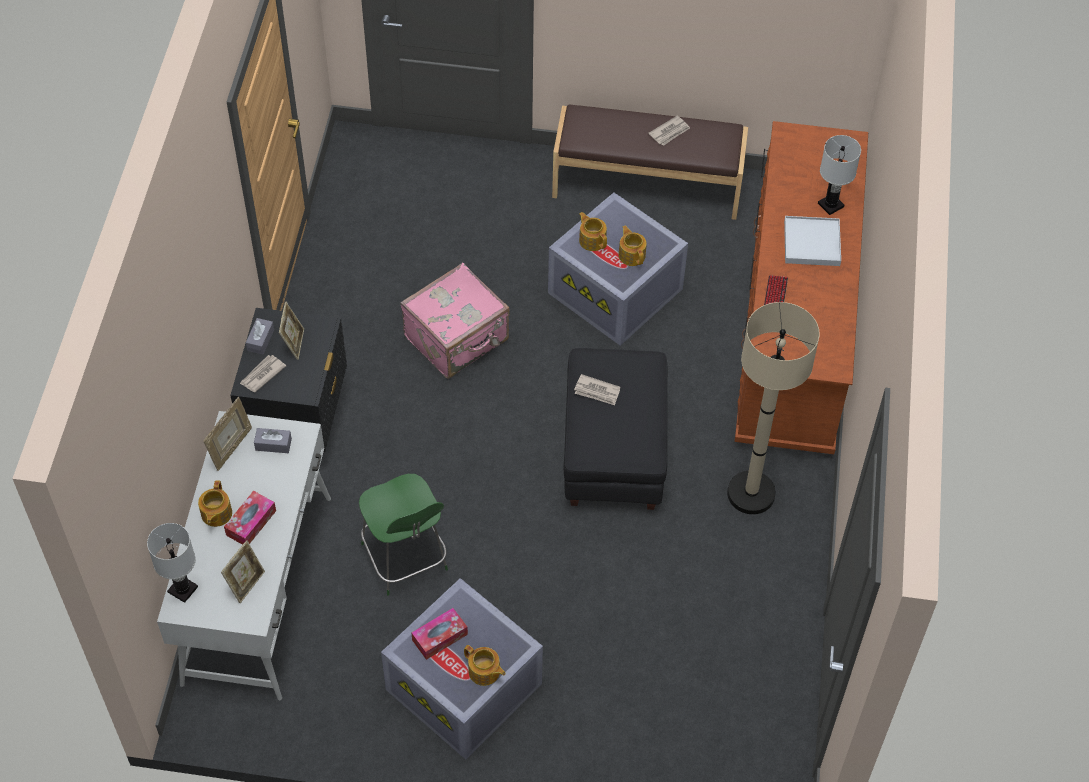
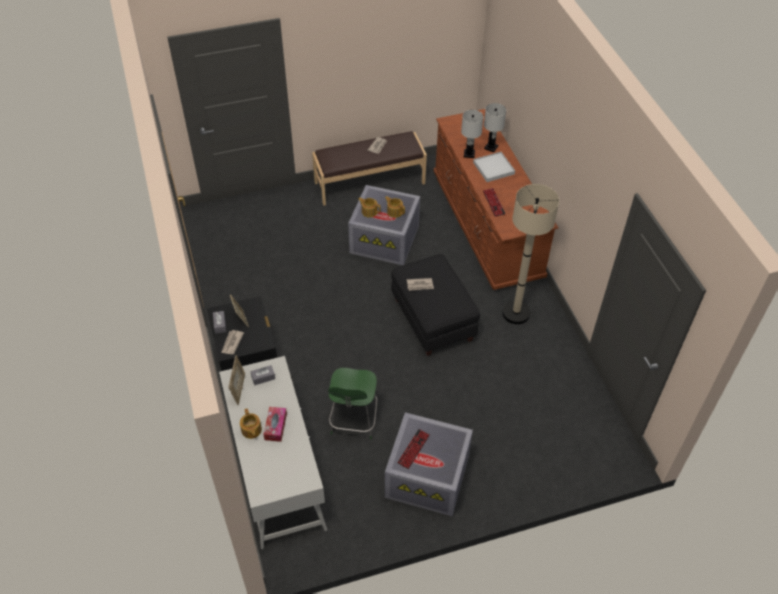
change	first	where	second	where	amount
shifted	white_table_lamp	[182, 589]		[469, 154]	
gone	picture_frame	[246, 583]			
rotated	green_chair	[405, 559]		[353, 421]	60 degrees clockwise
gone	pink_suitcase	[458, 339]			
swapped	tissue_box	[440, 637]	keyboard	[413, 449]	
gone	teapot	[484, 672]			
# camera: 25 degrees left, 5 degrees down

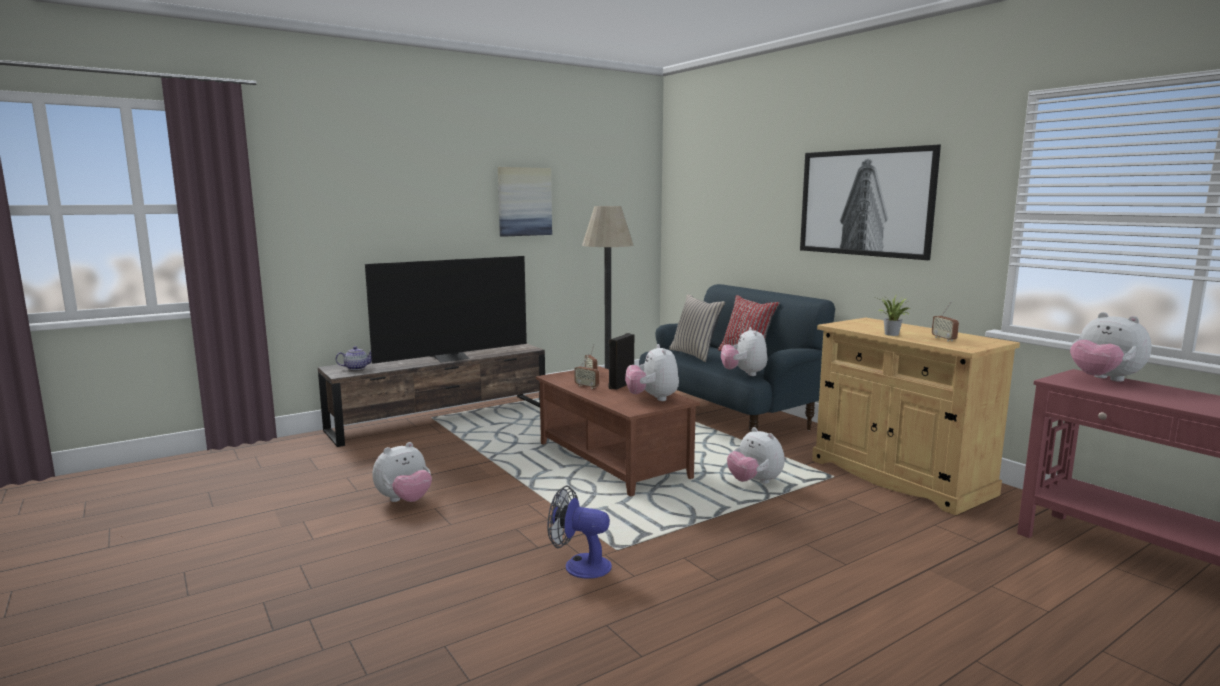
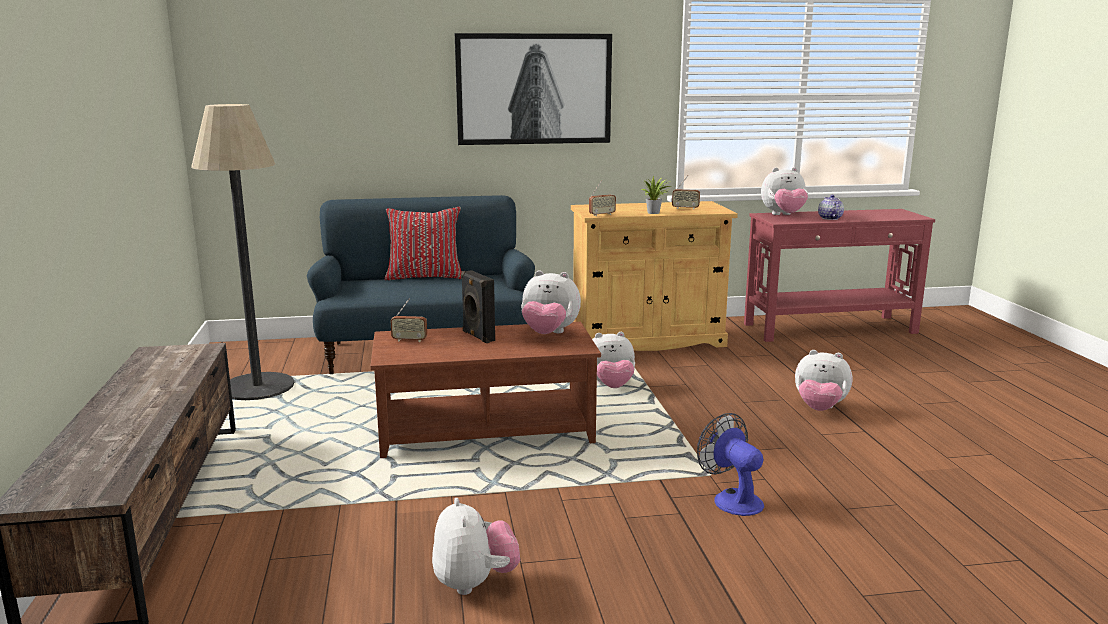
change	first	where	second	where	amount
shifted	teapot	[356, 368]		[829, 218]	
gone	television	[451, 358]			
gone	picture	[524, 201]			
rotated	fan	[579, 565]		[732, 499]	105 degrees clockwise
shifted	radio	[587, 386]		[602, 215]	
gone	beige_pillow	[695, 354]			
shifted	plush_toy	[744, 374]		[819, 409]	
# camera: 65 degrees left, 5 degrees up

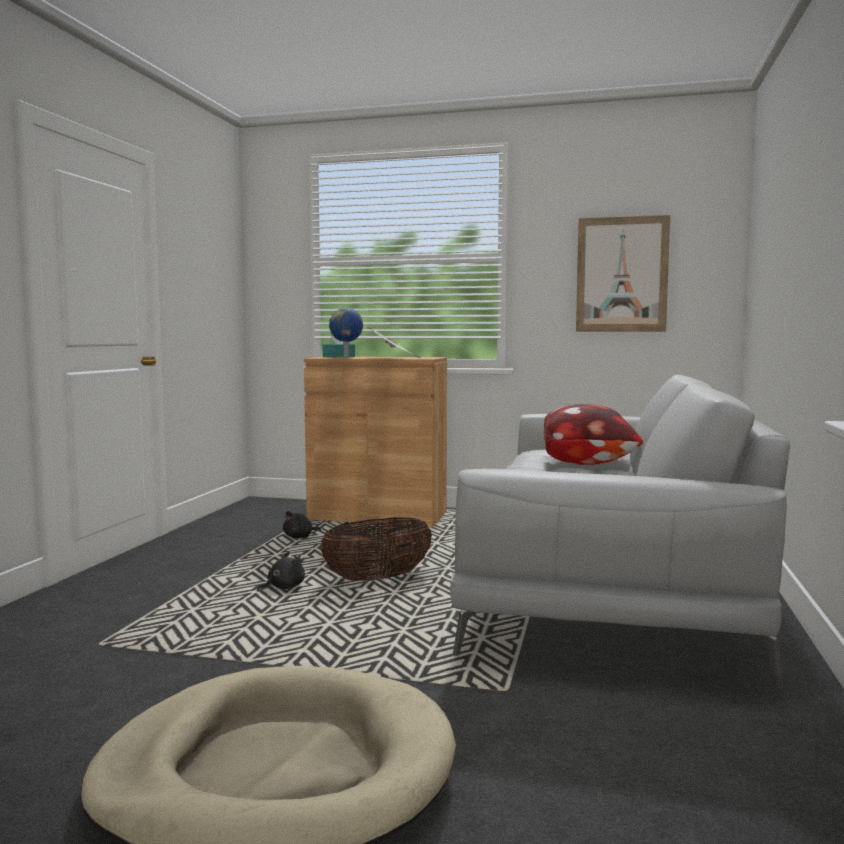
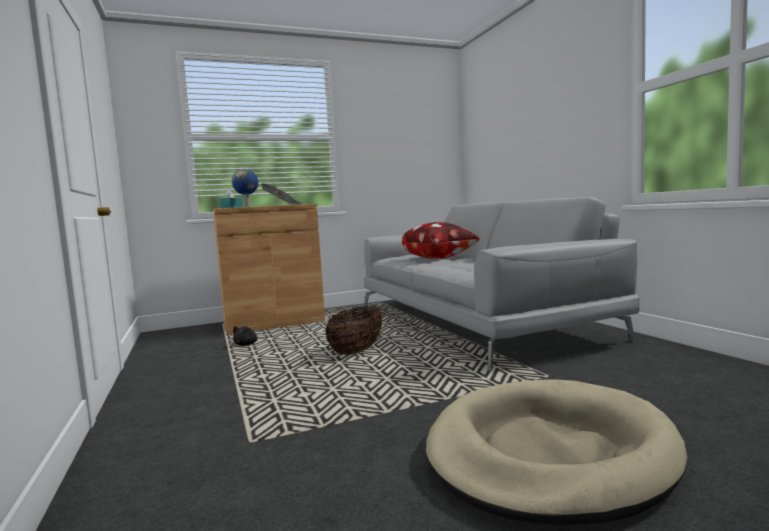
change	first	where	second	where	amount
gone	black_plush_toy	[283, 587]			
gone	picture	[622, 274]			
# camera: 35 degrees left, 0 degrees up

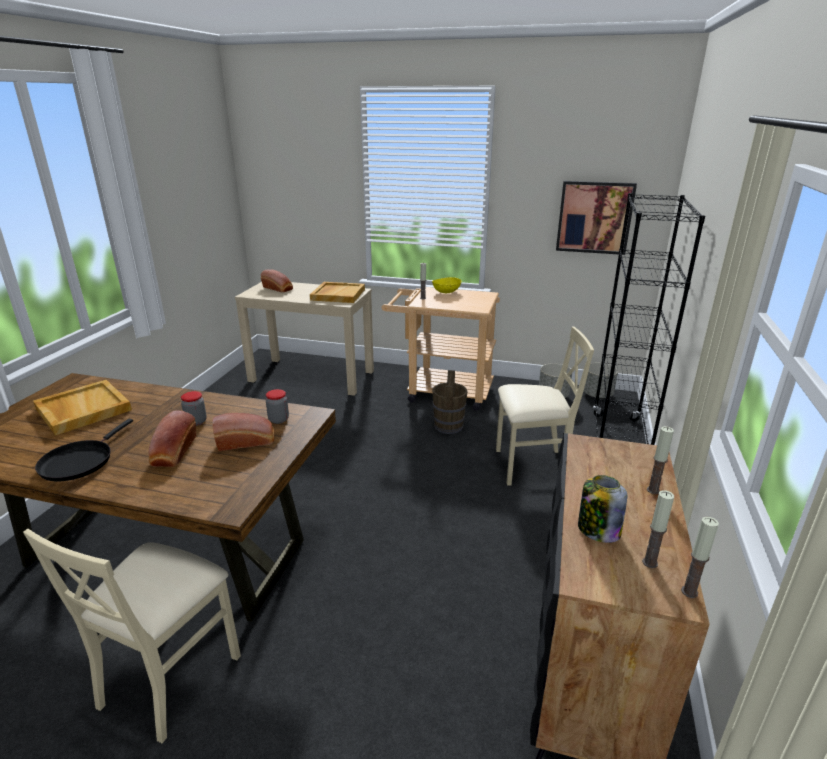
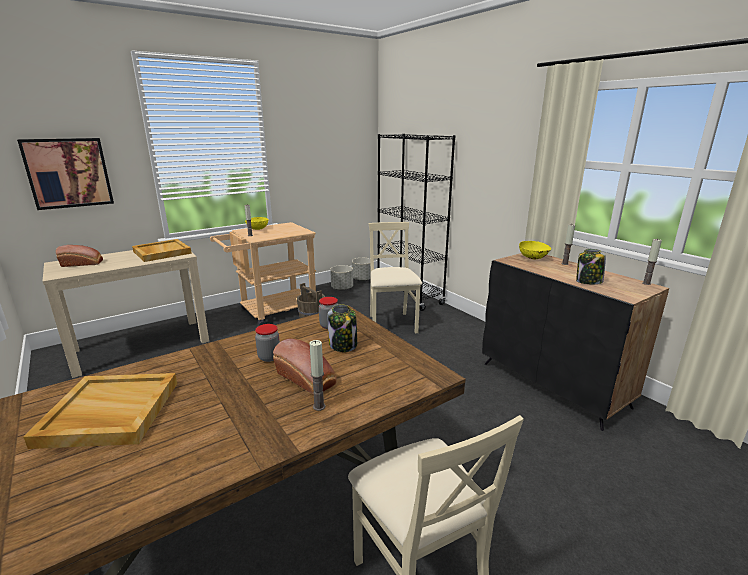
change	first	where	second	where	amount
gone	black_frying_pan	[79, 461]			
swapped	bread	[247, 441]	jar	[343, 345]	
rotated	beige_chair	[531, 466]		[392, 324]	45 degrees counterclockwise
shifted	picture	[594, 217]		[68, 173]	
shifted	candle	[650, 562]		[319, 406]	
new			yellow_bowl	[533, 258]	
# camera: 50 degrees left, 5 degrees down

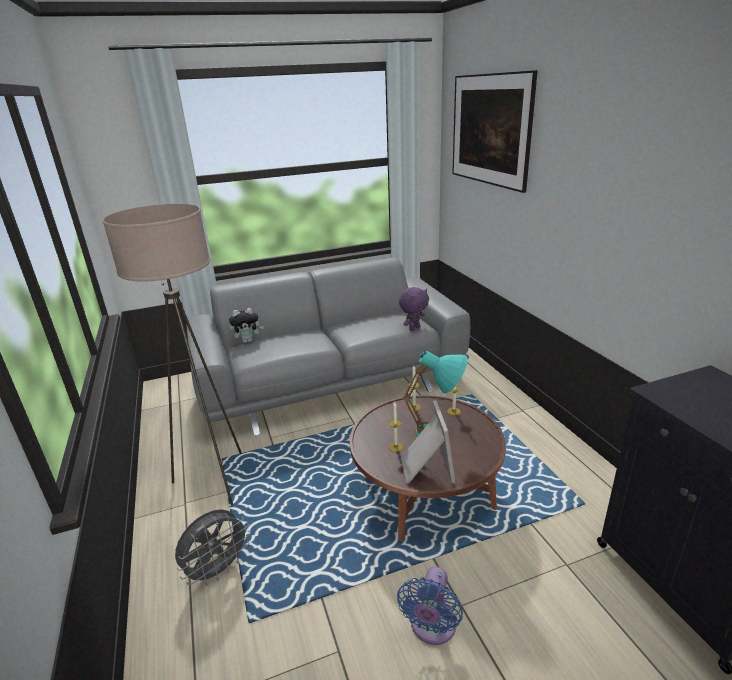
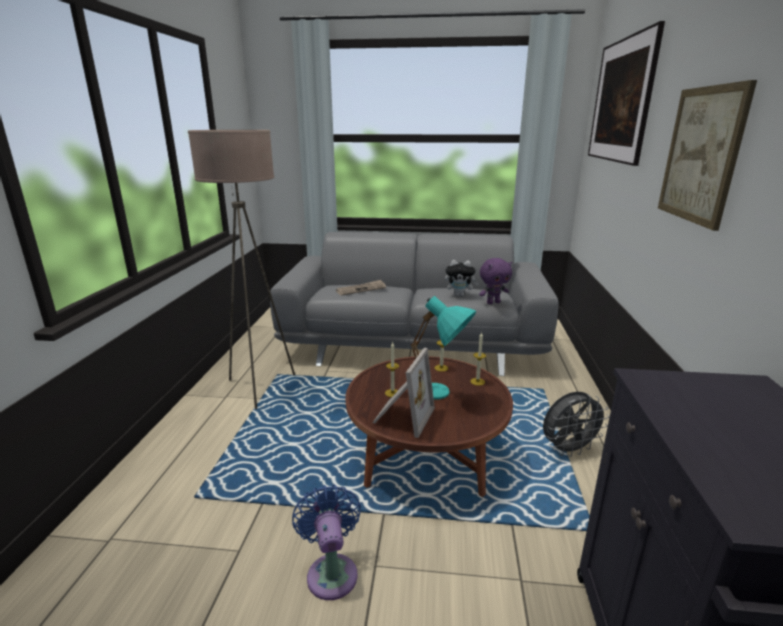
change	first	where	second	where	amount
shifted	grey_fan	[218, 570]		[568, 449]	
shifted	plush_toy	[248, 341]		[460, 295]	
rotated	blue_fan	[432, 627]		[331, 571]	120 degrees clockwise
new			newspaper	[361, 289]	
new			picture	[701, 155]	
# camera: 25 degrees right, 5 degrees down

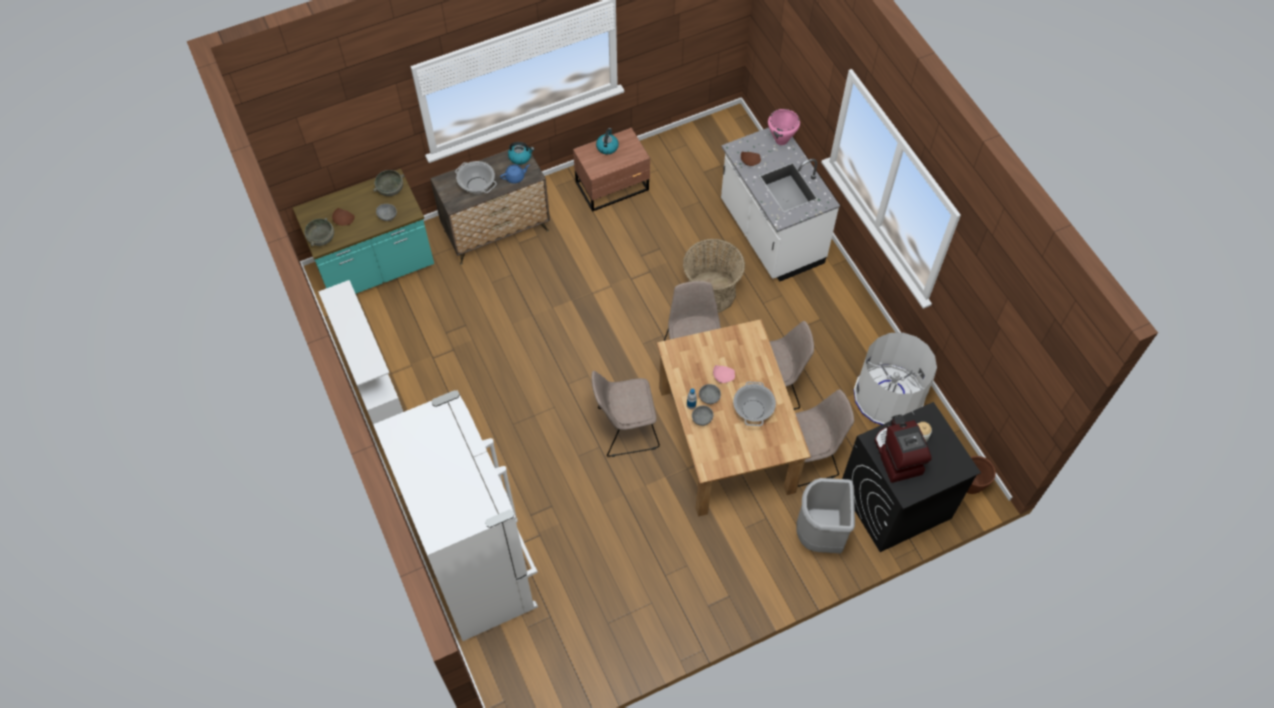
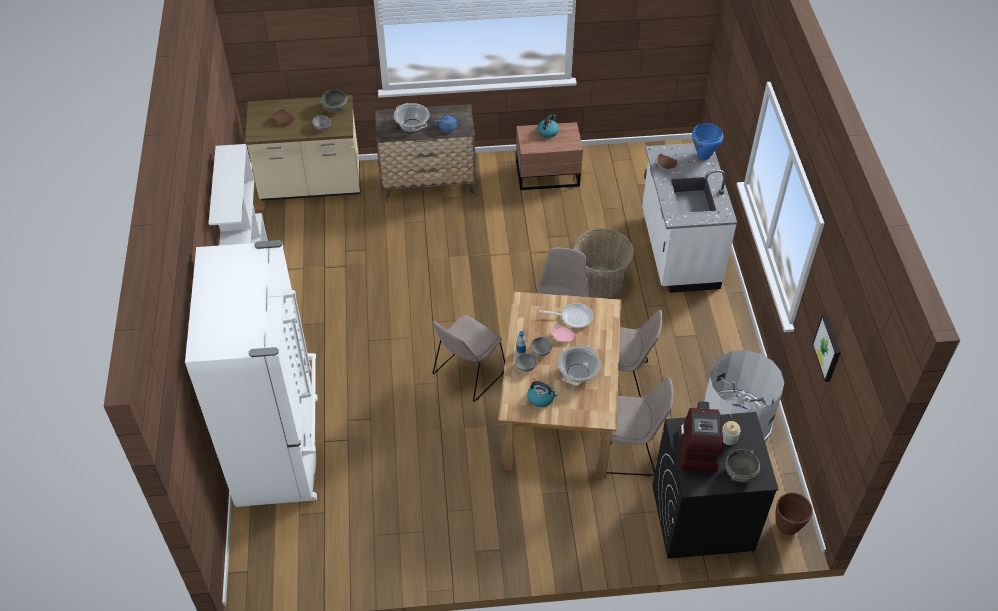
change	first	where	second	where	amount
repainted	turquoise_counter	[376, 269]	beige_counter	[311, 186]	
shifted	grey_bowl	[322, 239]		[740, 473]	
shifted	kettle	[520, 157]		[541, 398]	
rotated	beige_chair	[625, 429]		[468, 374]	60 degrees counterclockwise
repainted	pink_cooking_pot	[781, 140]	blue_cooking_pot	[704, 156]	
gone	grey_trash_can	[819, 535]			
new			frying_pan	[573, 317]	
new			picture	[828, 348]	
# camera: 20 degrees right, 10 degrees down

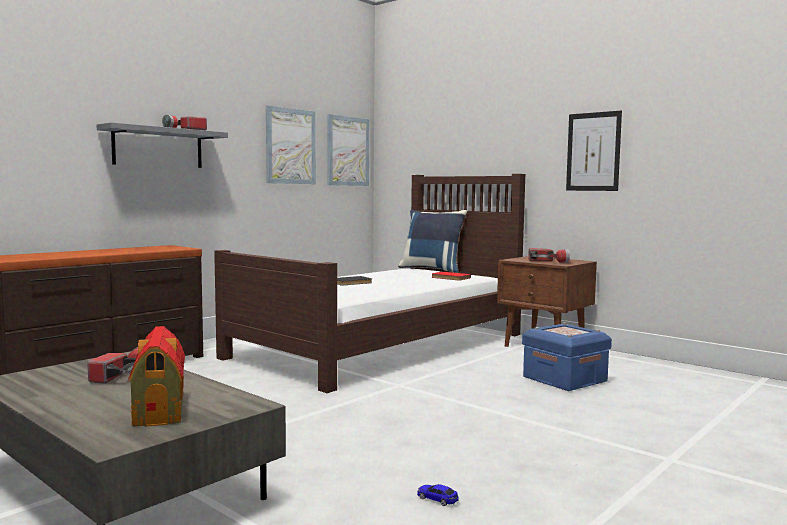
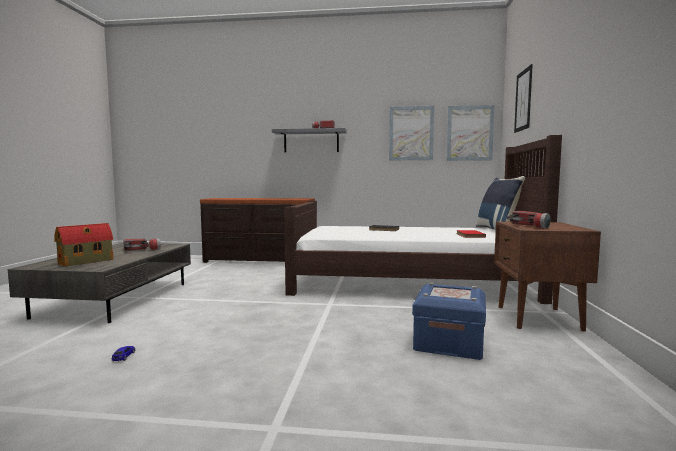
change	first	where	second	where	amount
shifted	picture	[593, 151]		[523, 100]	
# camera: 55 degrees right, 0 degrees up

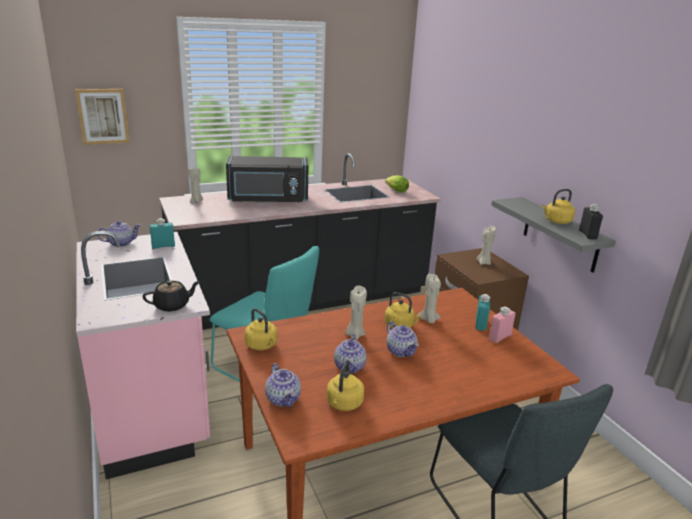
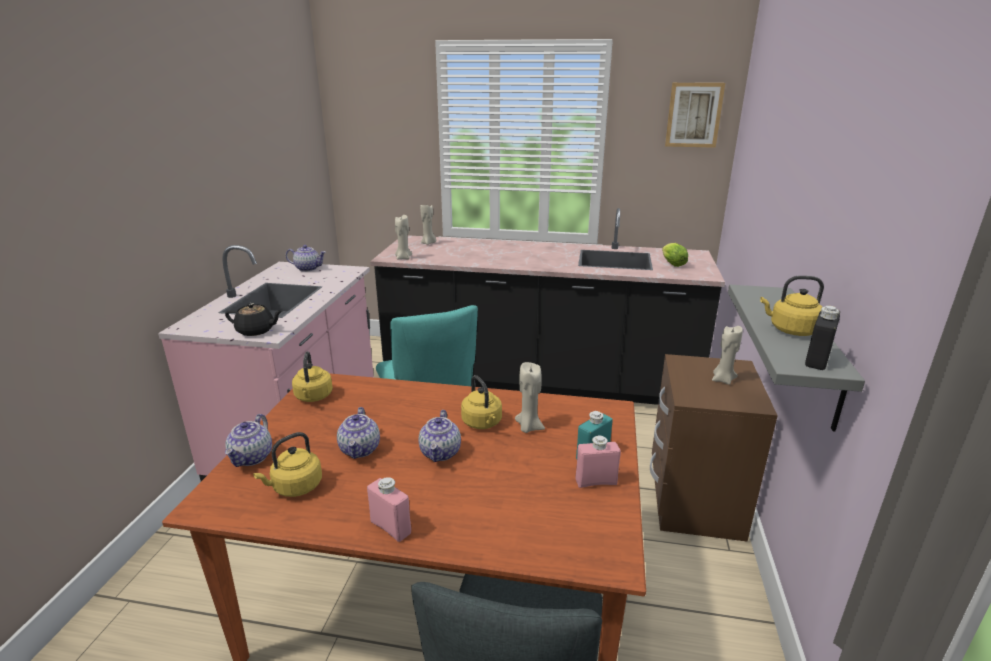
change	first	where	second	where	amount
shifted	picture	[103, 116]		[693, 115]	
gone	turquoise_bottle	[163, 246]			
gone	black_microwave	[268, 199]			
rotated	teapot	[350, 367]		[360, 449]	45 degrees counterclockwise
shifted	beige_candle	[355, 334]		[403, 258]	
new			pink_bottle	[390, 527]	
# camera: 35 degrees right, 0 degrees up

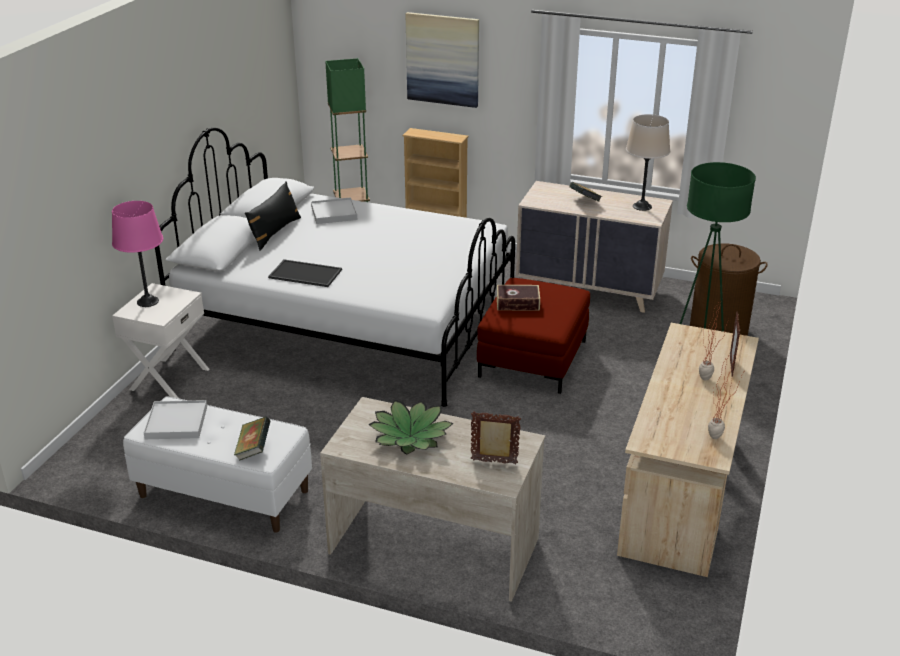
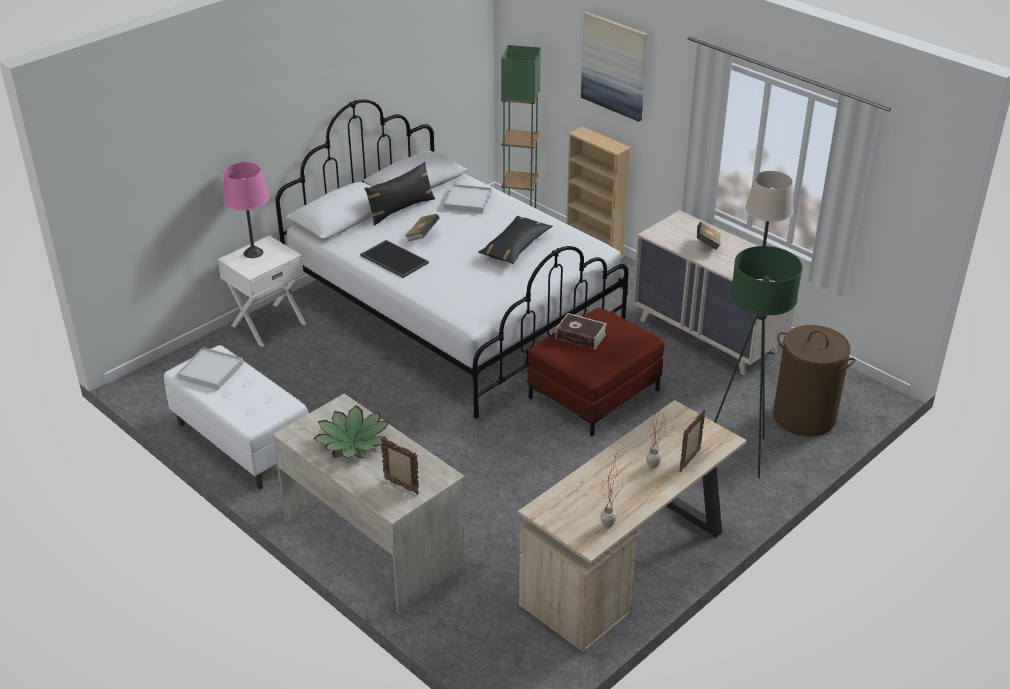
change	first	where	second	where	amount
shifted	book	[253, 449]		[422, 236]	
new			black_pillow	[515, 247]	
# camera: 25 degrees right, 5 degrees up

